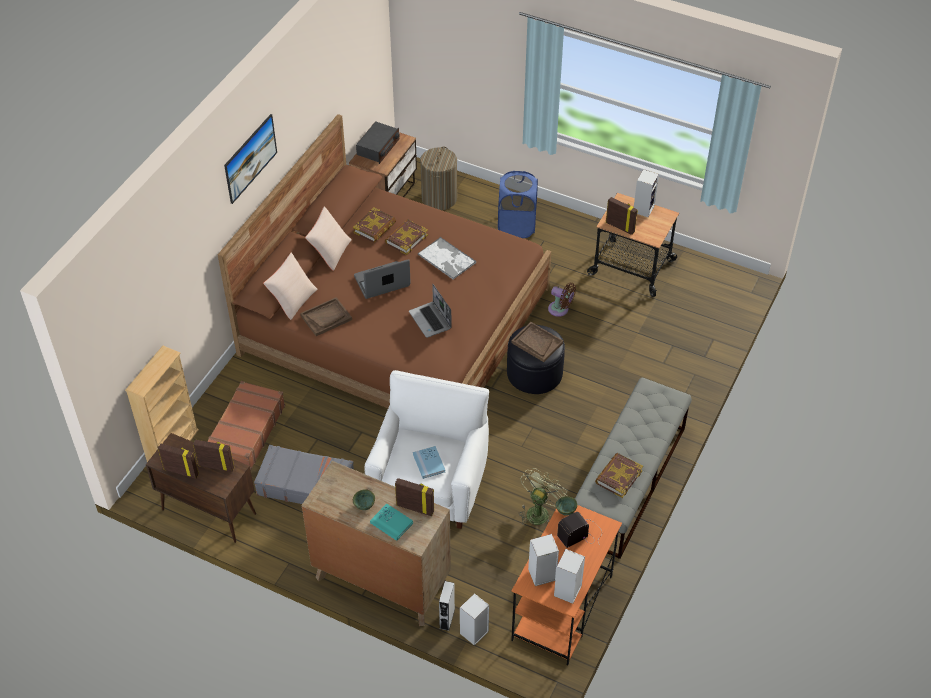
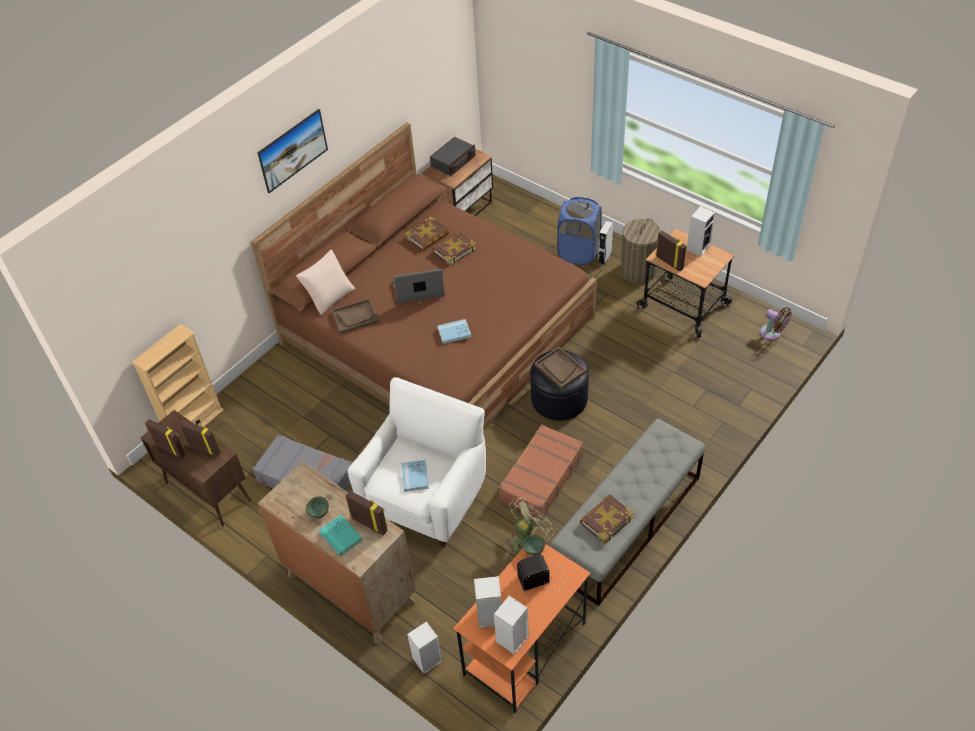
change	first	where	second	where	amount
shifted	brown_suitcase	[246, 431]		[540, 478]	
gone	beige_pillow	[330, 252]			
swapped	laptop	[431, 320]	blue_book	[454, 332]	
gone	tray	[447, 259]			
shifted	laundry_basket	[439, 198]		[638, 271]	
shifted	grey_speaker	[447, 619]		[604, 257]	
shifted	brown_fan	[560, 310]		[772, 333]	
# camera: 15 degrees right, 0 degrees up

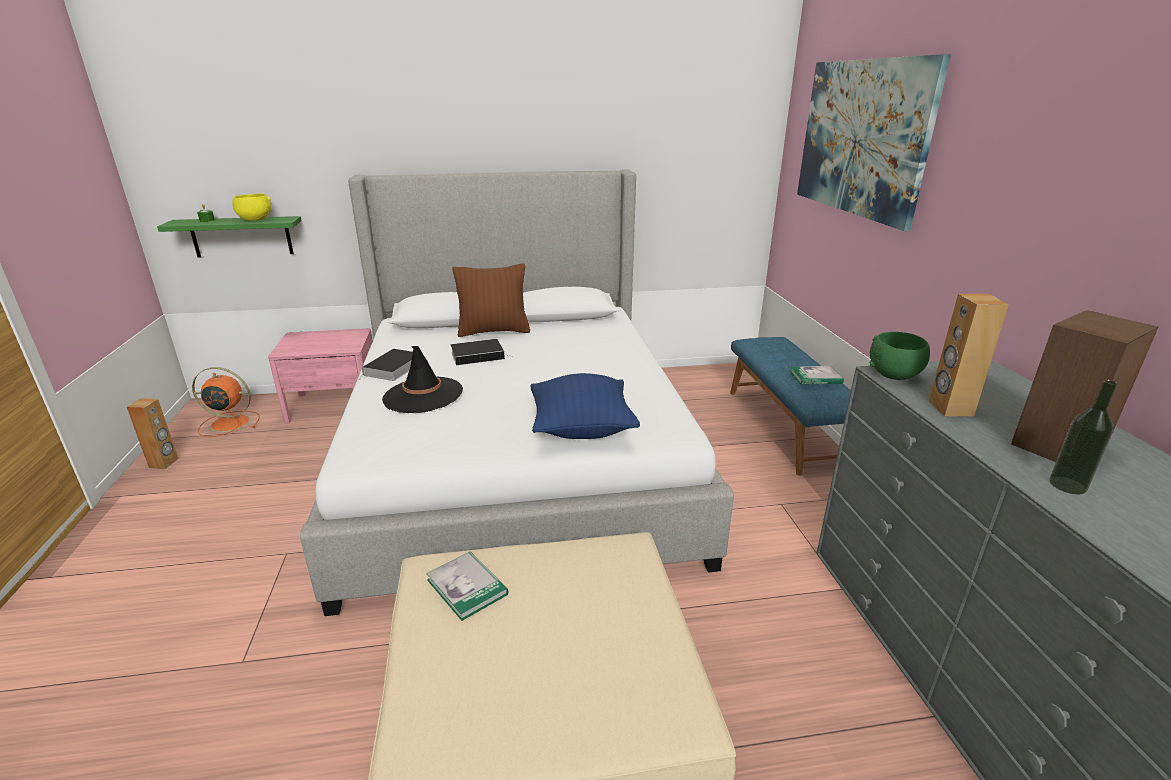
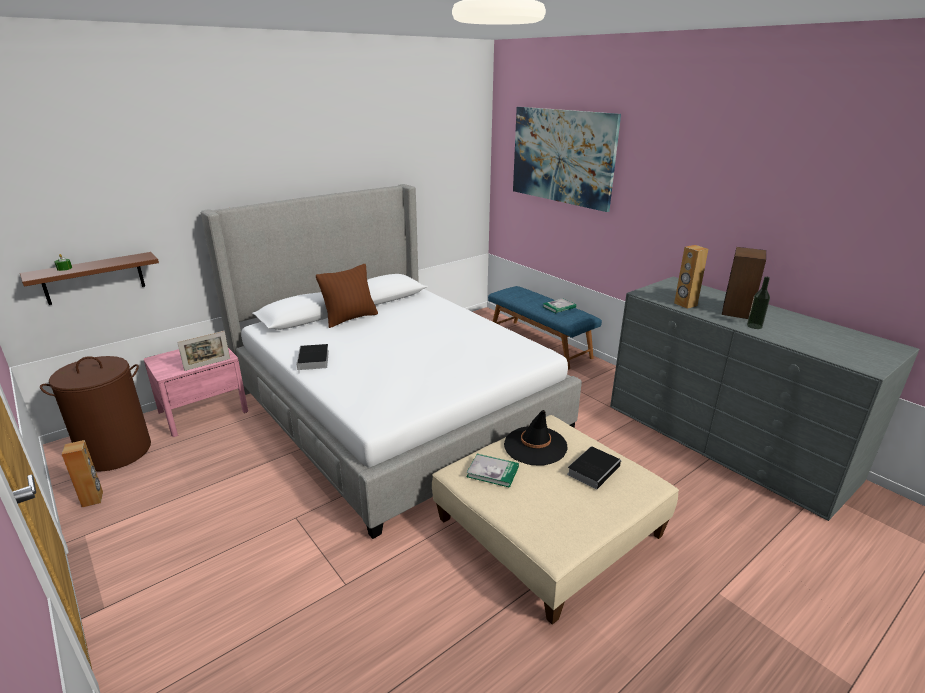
change	first	where	second	where	amount
repainted	green_shelf	[241, 236]	brown_shelf	[94, 278]	
swapped	orange_fan	[228, 423]	brown_laundry_basket	[116, 452]	
gone	yellow_bowl	[254, 220]			
shifted	black_hat	[423, 395]		[535, 446]	
shifted	book	[479, 355]		[594, 469]	
gone	blue_pillow	[581, 428]			
gone	green_bowl	[894, 375]			
new			picture_frame	[207, 364]	
# camera: 30 degrees left, 0 degrees up

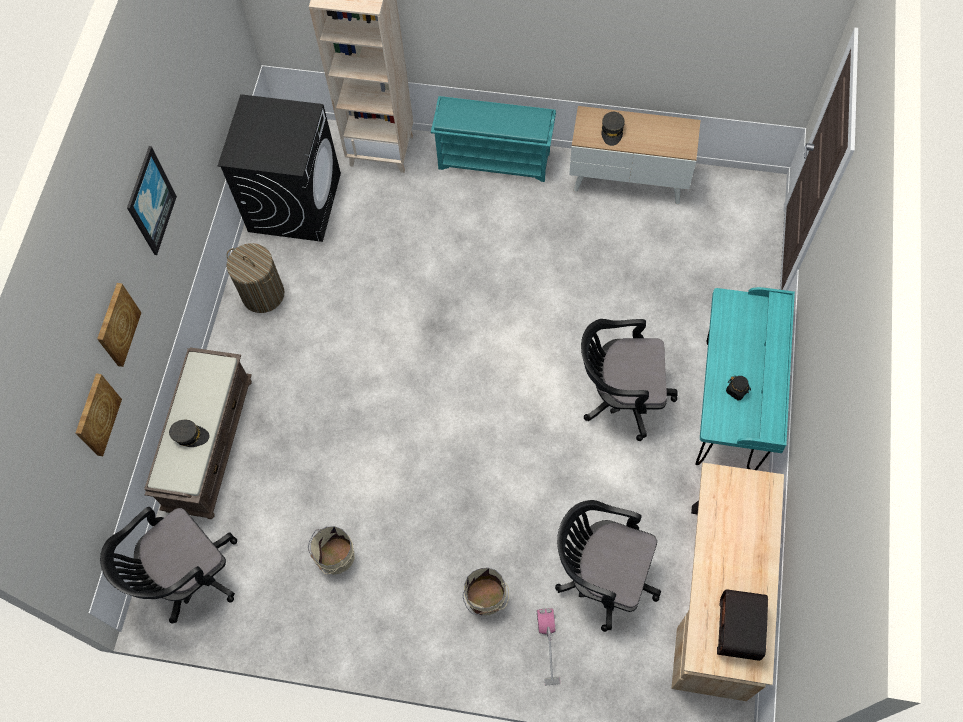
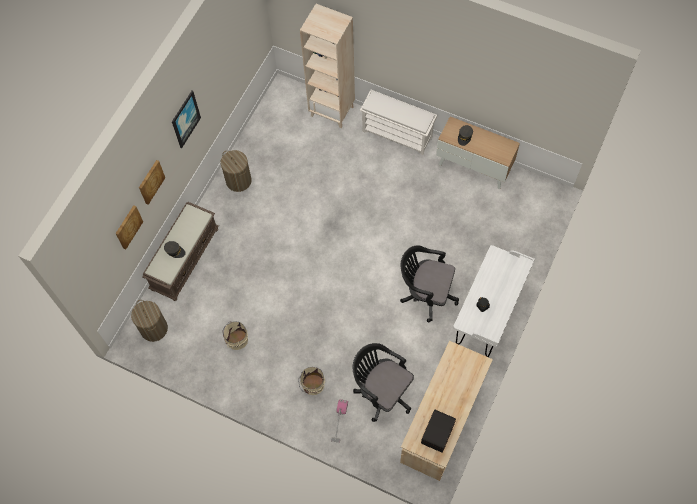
change	first	where	second	where	amount
swapped	black_office_chair	[188, 576]	laundry_basket	[154, 328]	
gone	black_washing_machine	[294, 202]			
repainted	turquoise_shoe_rack	[495, 160]	white_shoe_rack	[398, 134]	
repainted	turquoise_desk	[729, 407]	white_desk	[487, 317]	
# camera: 15 degrees right, 0 degrees up

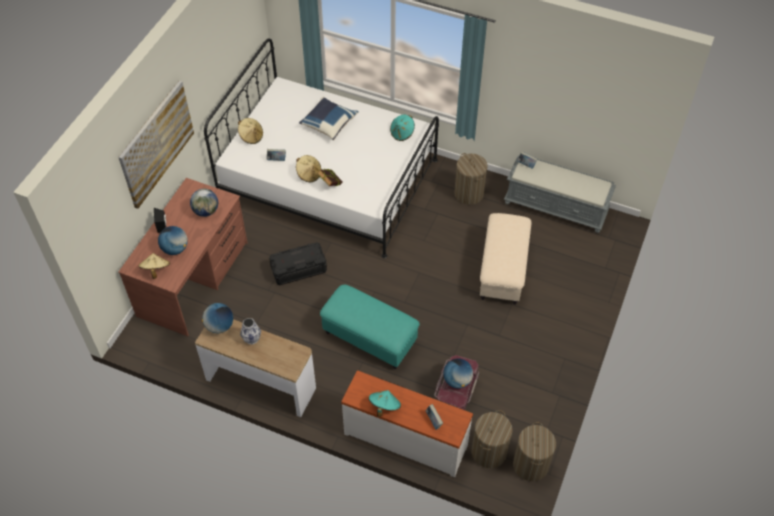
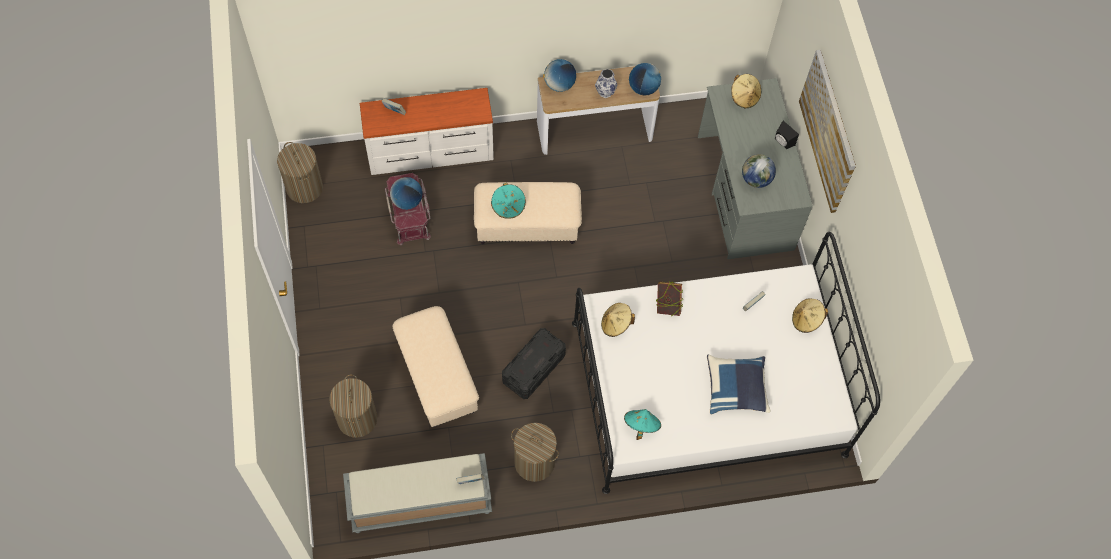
change	first	where	second	where	amount
repainted	brown_desk	[194, 279]	grey_desk	[744, 192]	
shifted	globe	[175, 249]		[559, 84]	
shifted	black_storage_box	[298, 270]		[534, 368]	
shifted	beige_hat	[309, 174]		[616, 324]	
repainted	turquoise_ottoman	[369, 338]	beige_ottoman	[527, 225]	
shifted	turquoise_hat	[384, 406]		[508, 206]	
shifted	laundry_basket	[489, 452]		[357, 419]	
# camera: 145 degrees right, 10 degrees up

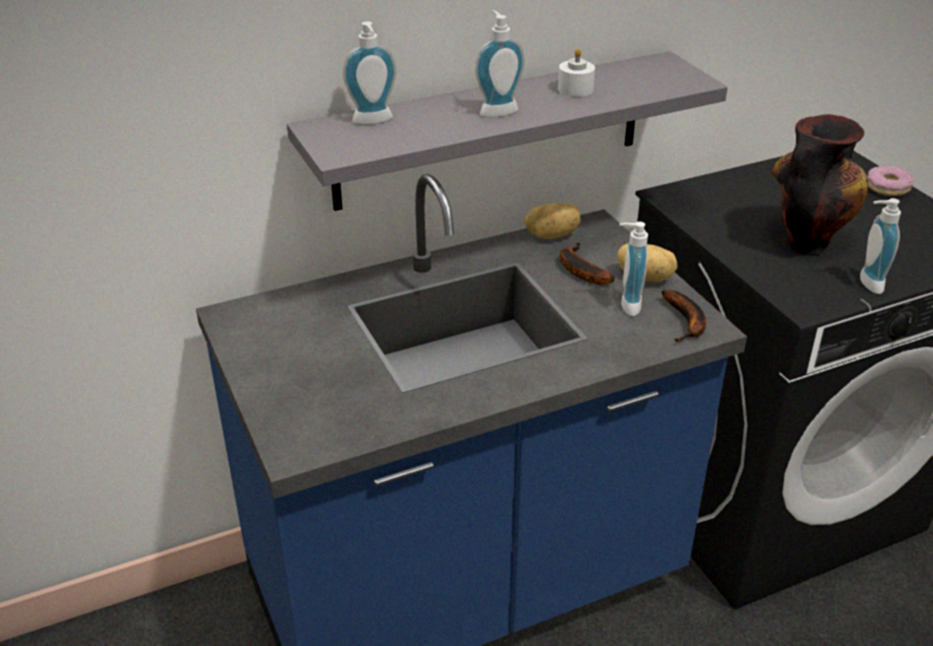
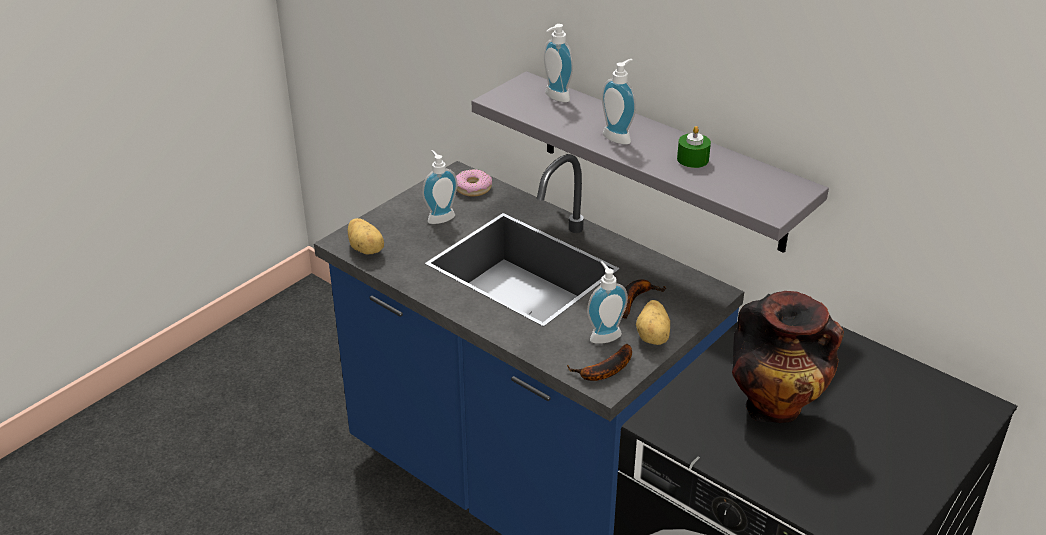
change	first	where	second	where	amount
shifted	potato	[551, 235]		[366, 249]	
repainted	white_candle	[575, 89]	green_candle	[692, 159]	
shifted	soap_dispenser	[866, 283]		[439, 217]	
shifted	donut	[887, 187]		[473, 188]	
# camera: 65 degrees right, 0 degrees up

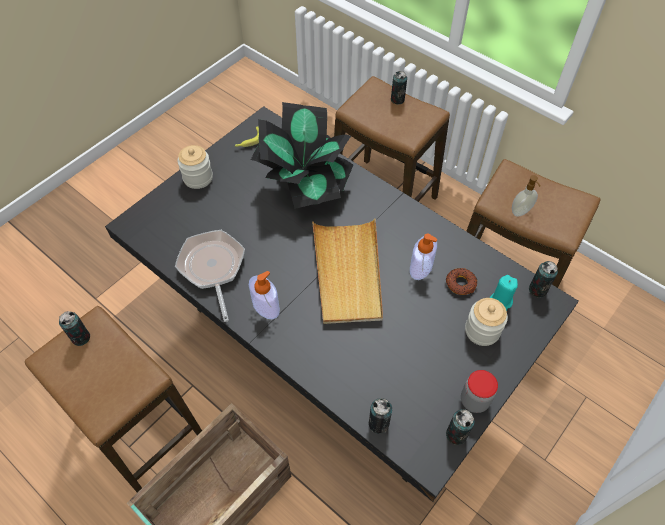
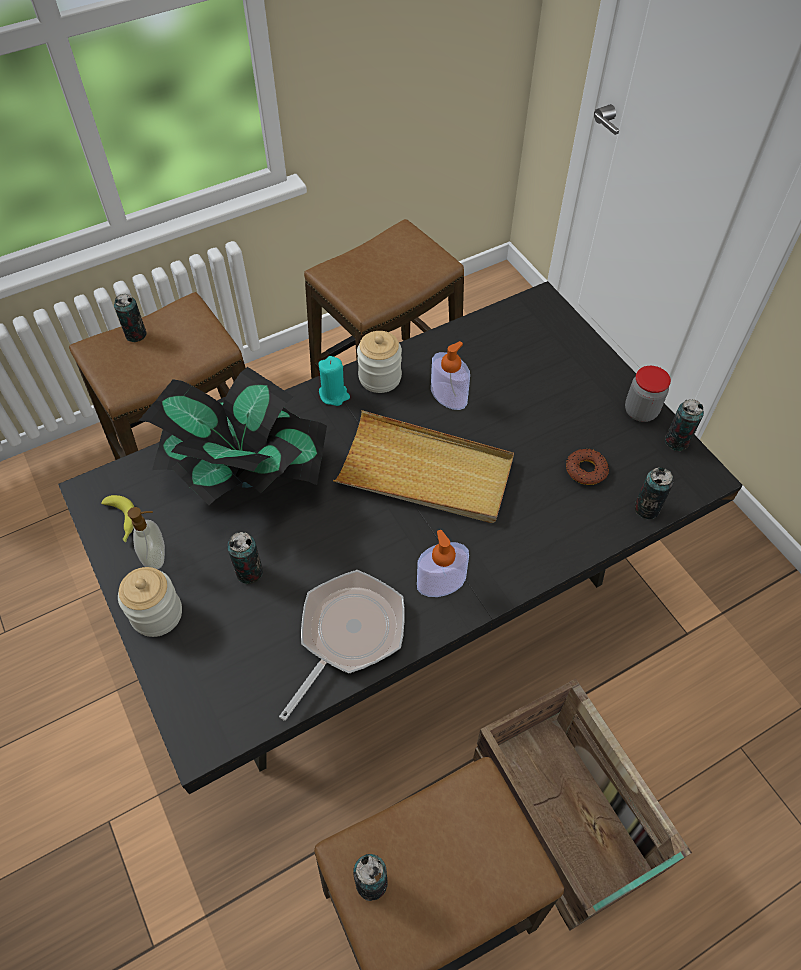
change	first	where	second	where	amount
rotated	frying_pan	[213, 268]		[347, 634]	120 degrees clockwise
shifted	donut	[461, 284]		[586, 470]	
shifted	jar	[482, 330]		[380, 377]	
shifted	turquoise_candle	[500, 301]		[334, 395]	
shifted	soap_dispenser	[521, 212]		[157, 557]	
shifted	can	[537, 290]		[249, 572]	
# camera: 70 degrees left, 0 degrees up

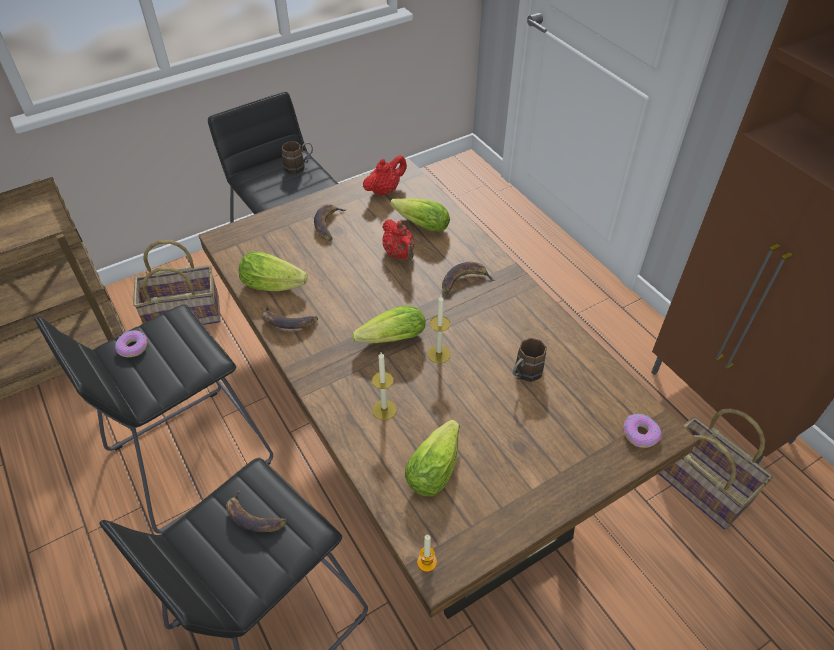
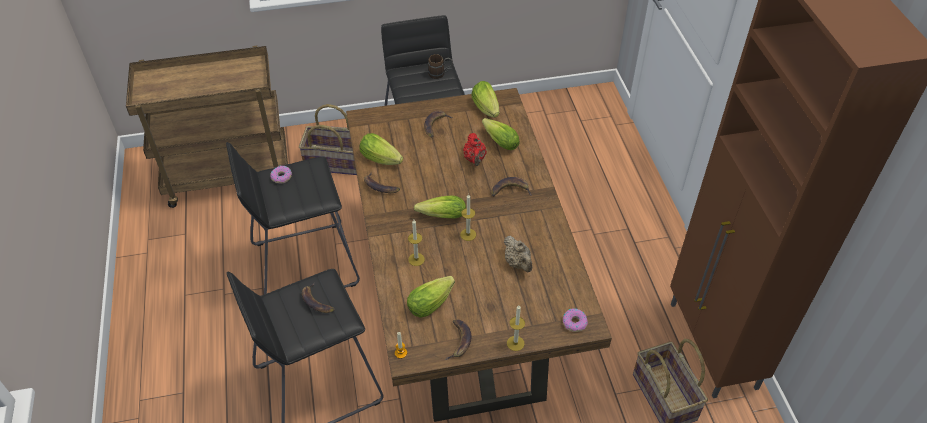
change	first	where	second	where	amount
swapped	red_teapot	[385, 190]	lettuce	[487, 109]	
swapped	brown_mug	[524, 374]	beige_teapot	[518, 263]	
new			banana	[459, 341]	
new			candle	[515, 343]	
# camera: 20 degrees right, 0 degrees up

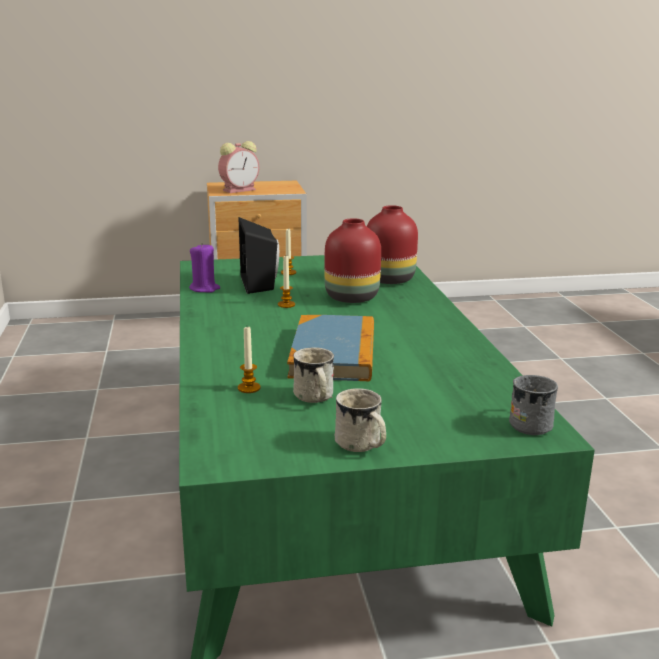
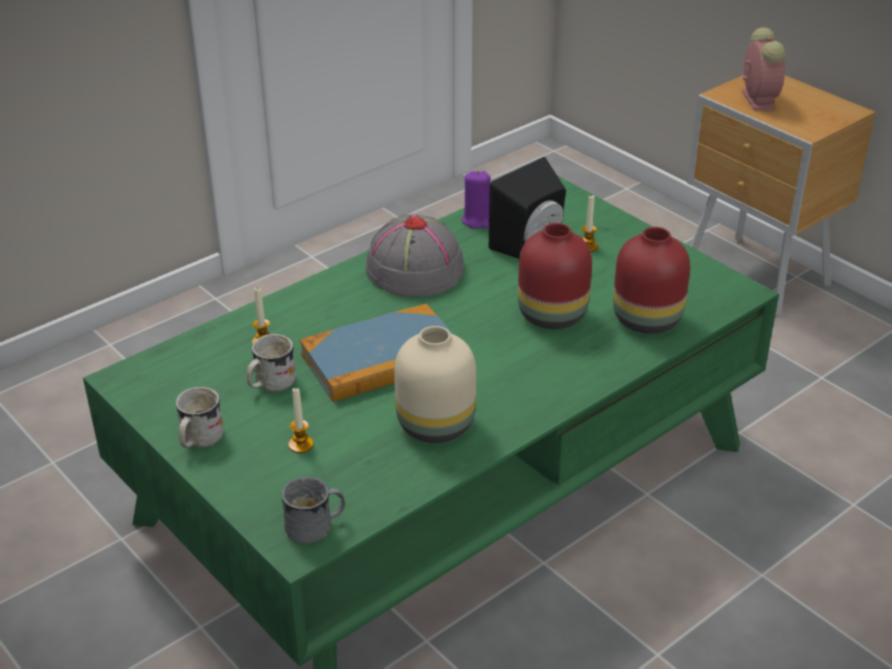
change	first	where	second	where	amount
rotated	alarm_clock	[240, 190]		[757, 99]	120 degrees counterclockwise
shifted	candle	[286, 305]		[301, 445]	
new			grey_hat	[413, 269]	
new			beige_vase	[436, 426]	
# camera: 60 degrees right, 15 degrees up

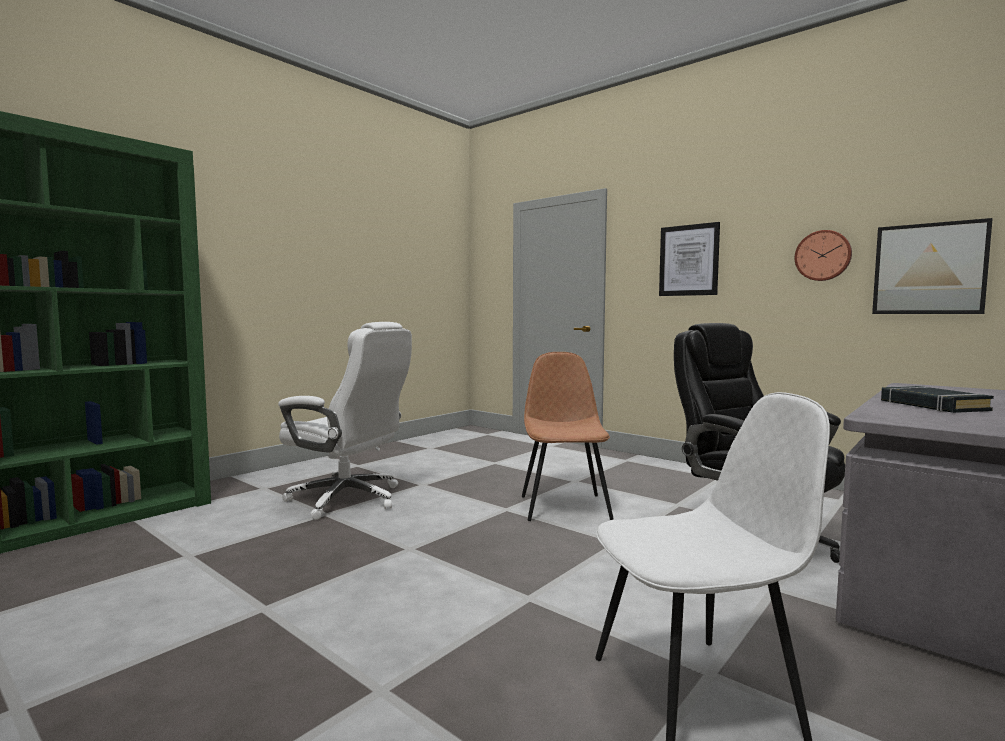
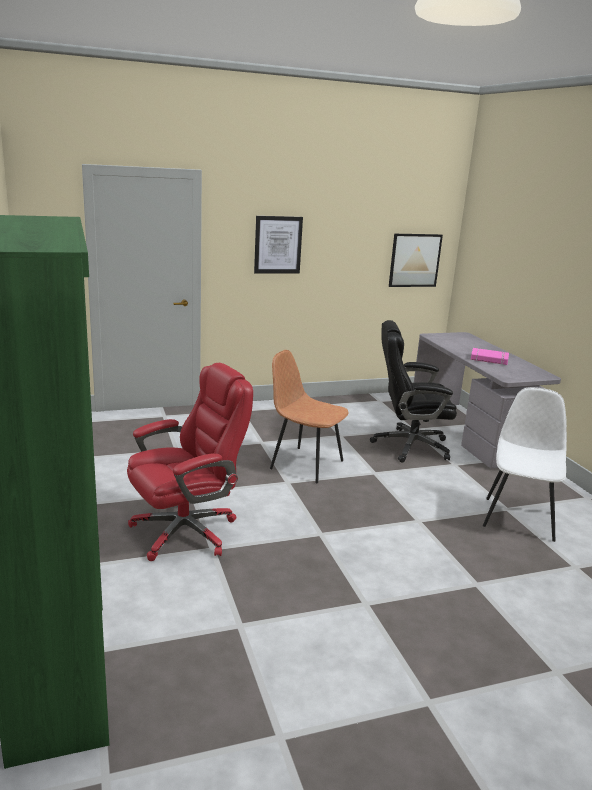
change	first	where	second	where	amount
repainted	white_office_chair	[348, 499]	red_office_chair	[187, 531]	
gone	wall_clock	[823, 255]			
repainted	black_book	[932, 405]	pink_book	[489, 359]	
# camera: 60 degrees left, 15 degrees up

